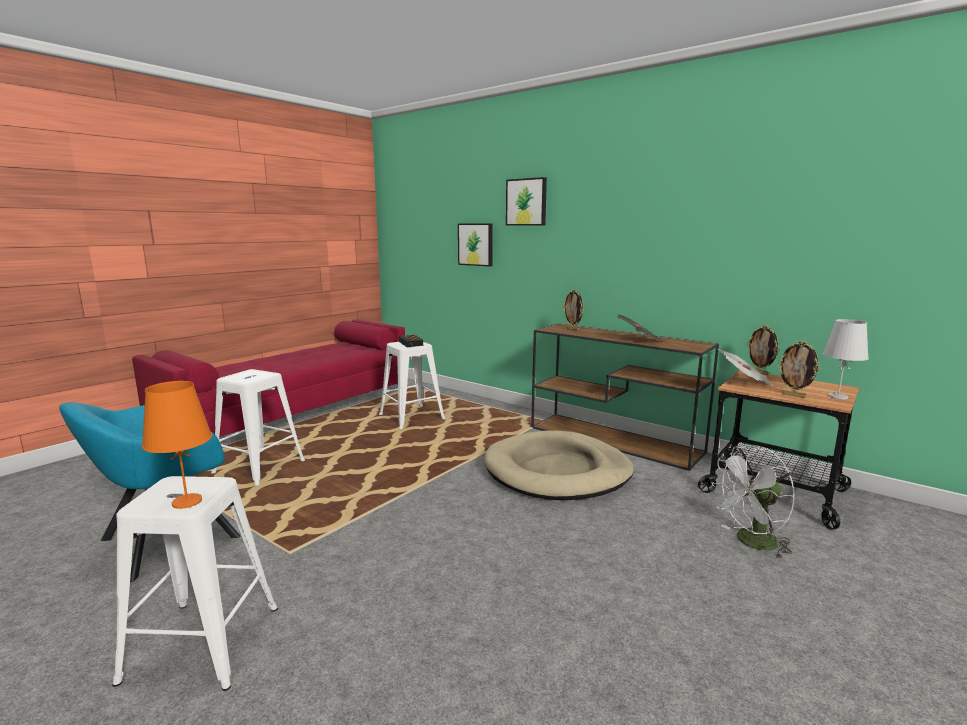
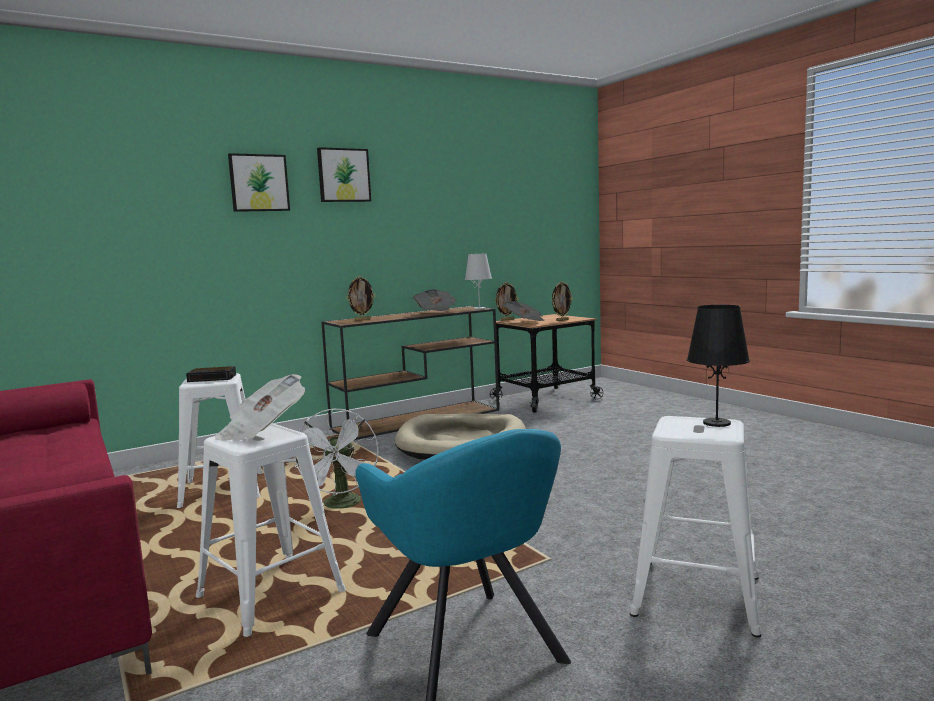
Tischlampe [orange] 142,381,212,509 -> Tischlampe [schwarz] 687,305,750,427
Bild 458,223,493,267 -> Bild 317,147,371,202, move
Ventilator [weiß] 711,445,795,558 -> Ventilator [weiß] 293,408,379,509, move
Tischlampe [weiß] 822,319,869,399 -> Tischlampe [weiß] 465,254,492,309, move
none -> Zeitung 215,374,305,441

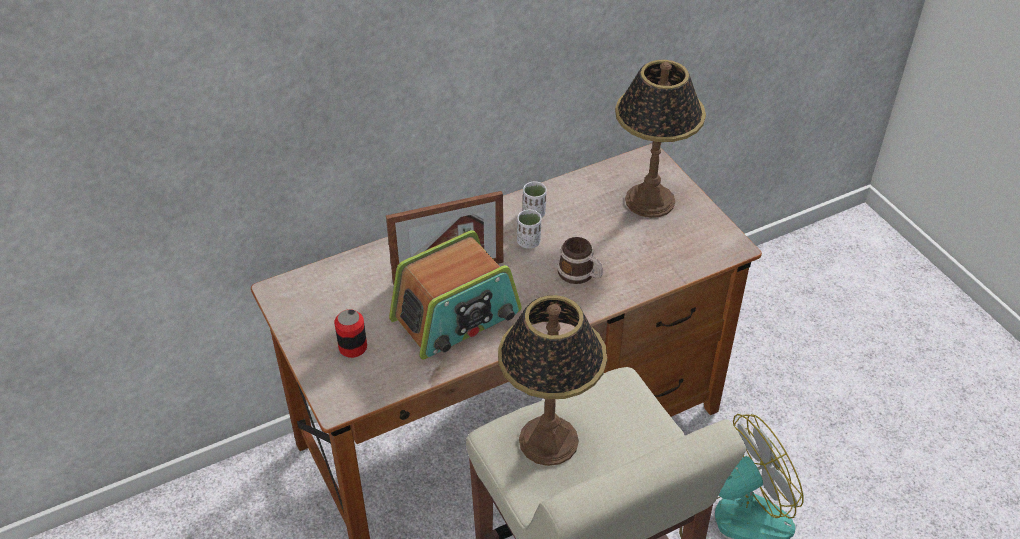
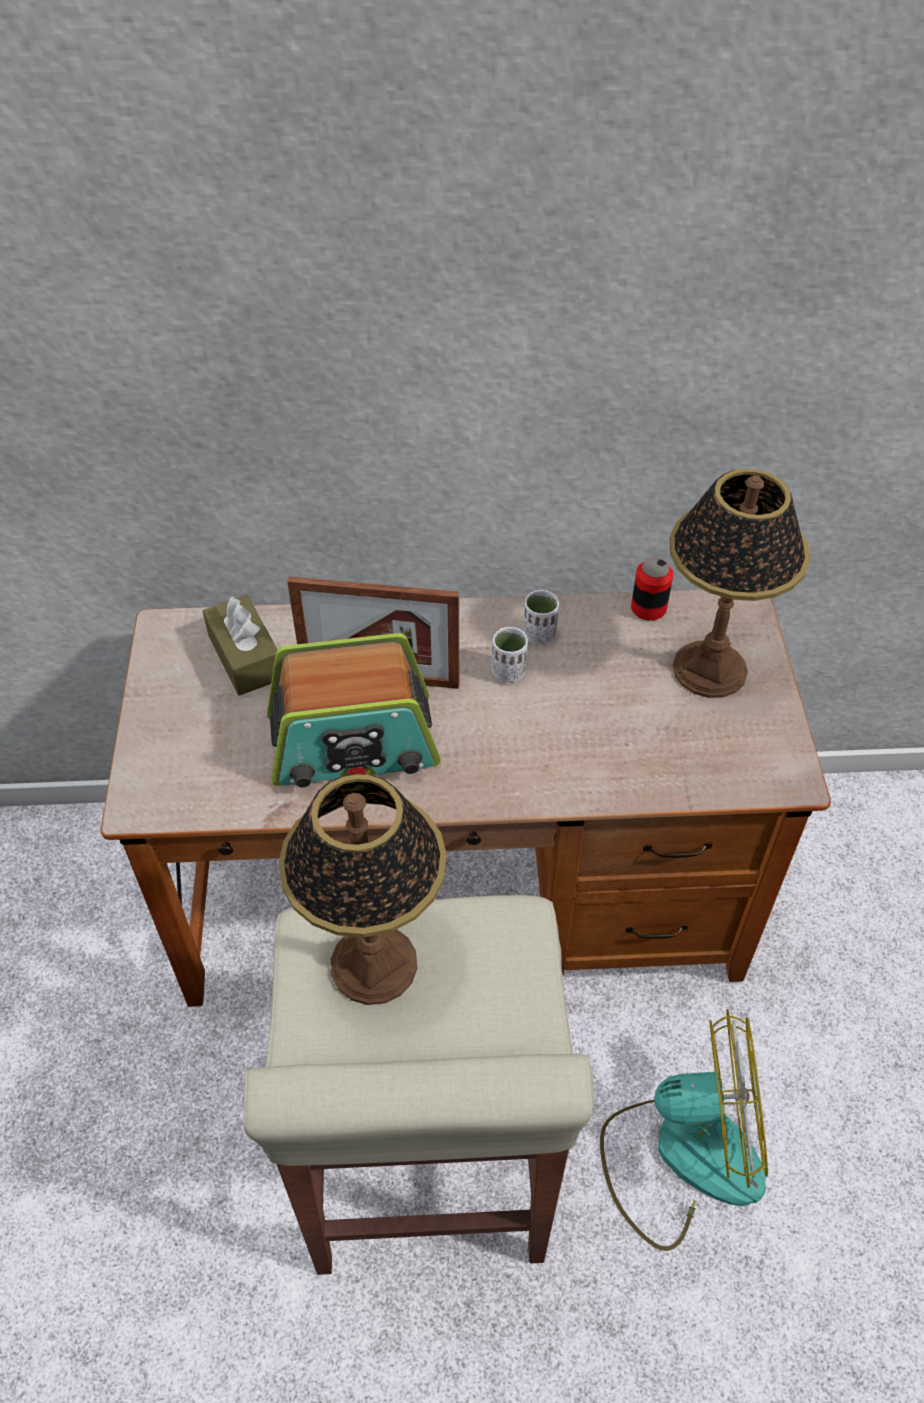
Dose 334,309,367,358 -> Dose 631,558,673,621, move
Henkelbecher 557,237,603,284 -> none
none -> Taschentuchbox [braun] 203,595,278,696

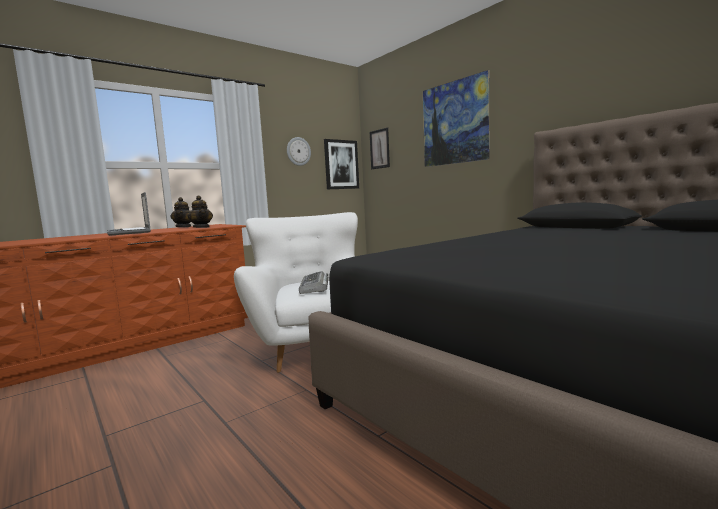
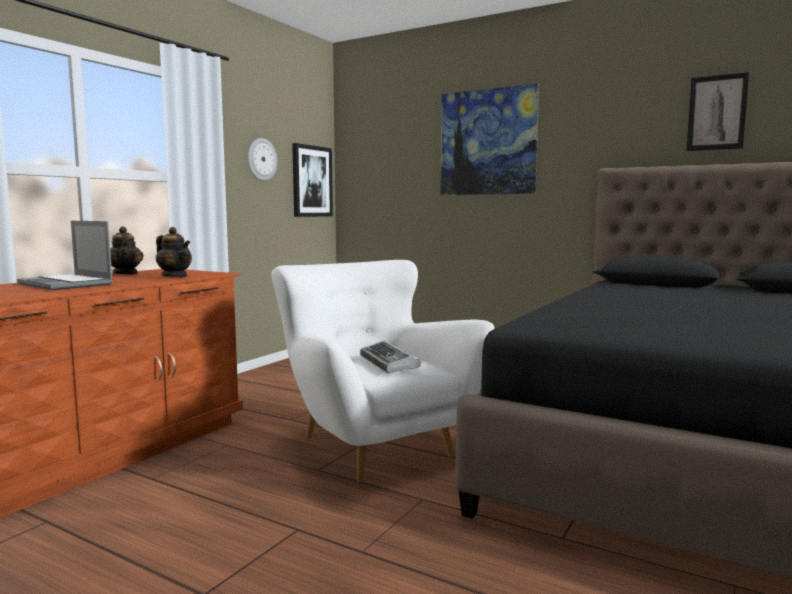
Bild 370,128,390,169 -> Bild 687,72,749,151, move

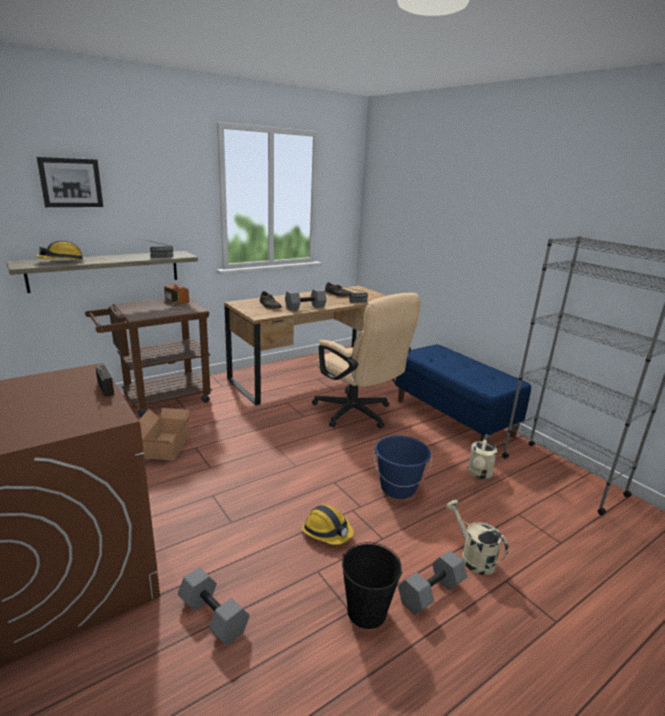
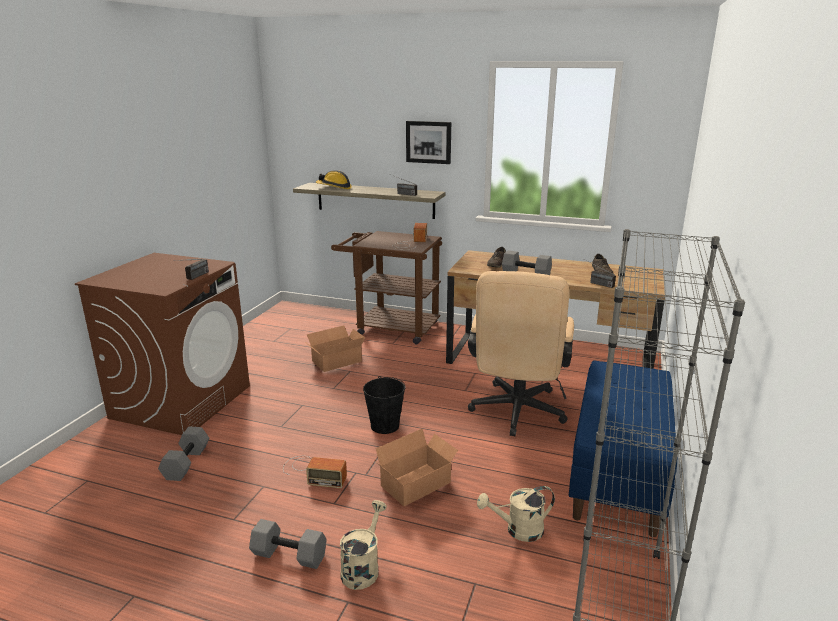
Bild 37,157,103,207 -> Bild 406,121,451,164, move
Schutzhelm 302,505,354,545 -> Radio 283,456,347,488
Eimer [schwarz] 342,542,402,629 -> Eimer [schwarz] 363,376,406,434, move
Eimer [blau] 374,435,432,499 -> Karton 374,429,458,506

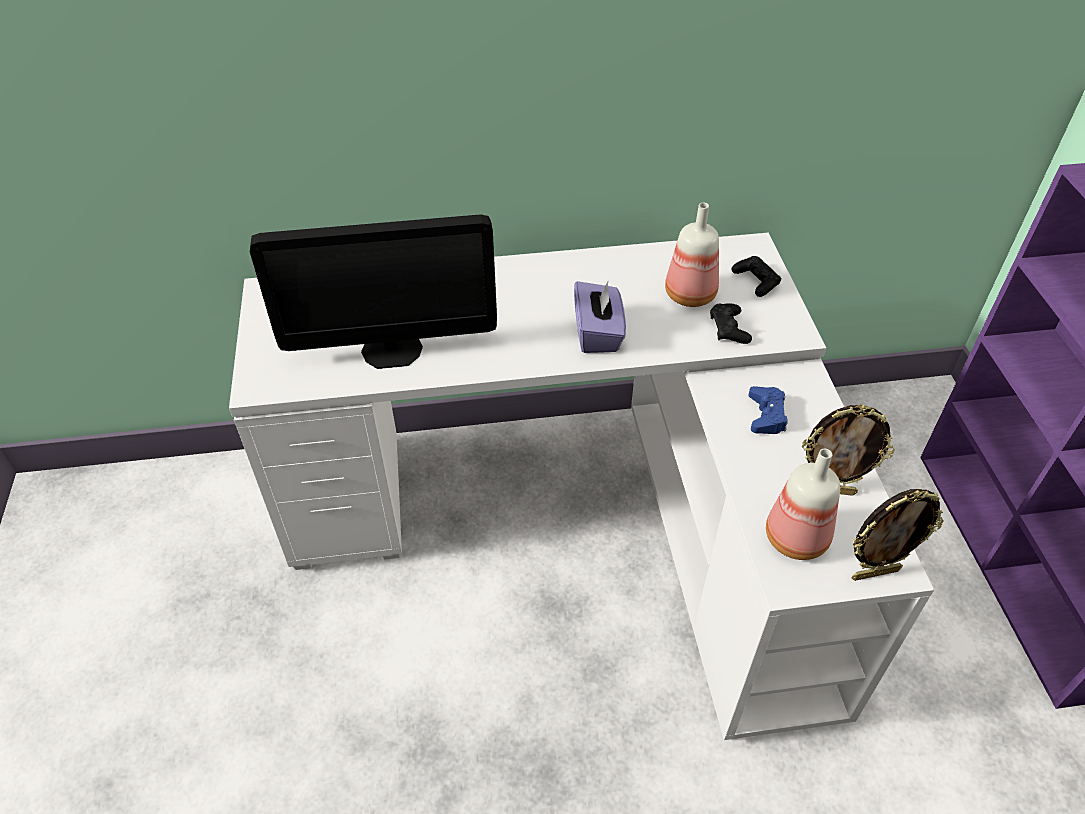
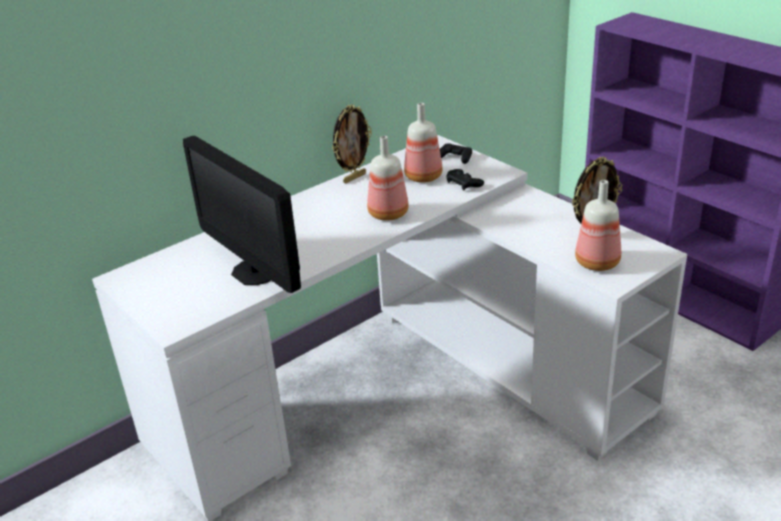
Monitor 250,214,497,369 -> Monitor 183,136,301,293, 90 degrees clockwise
Taschentuchbox [lila] 574,280,626,353 -> Flasche 367,136,409,221
Gamepad [blau] 749,386,788,434 -> none
Bilderrahmen 851,489,944,581 -> Bilderrahmen 332,104,372,184, move

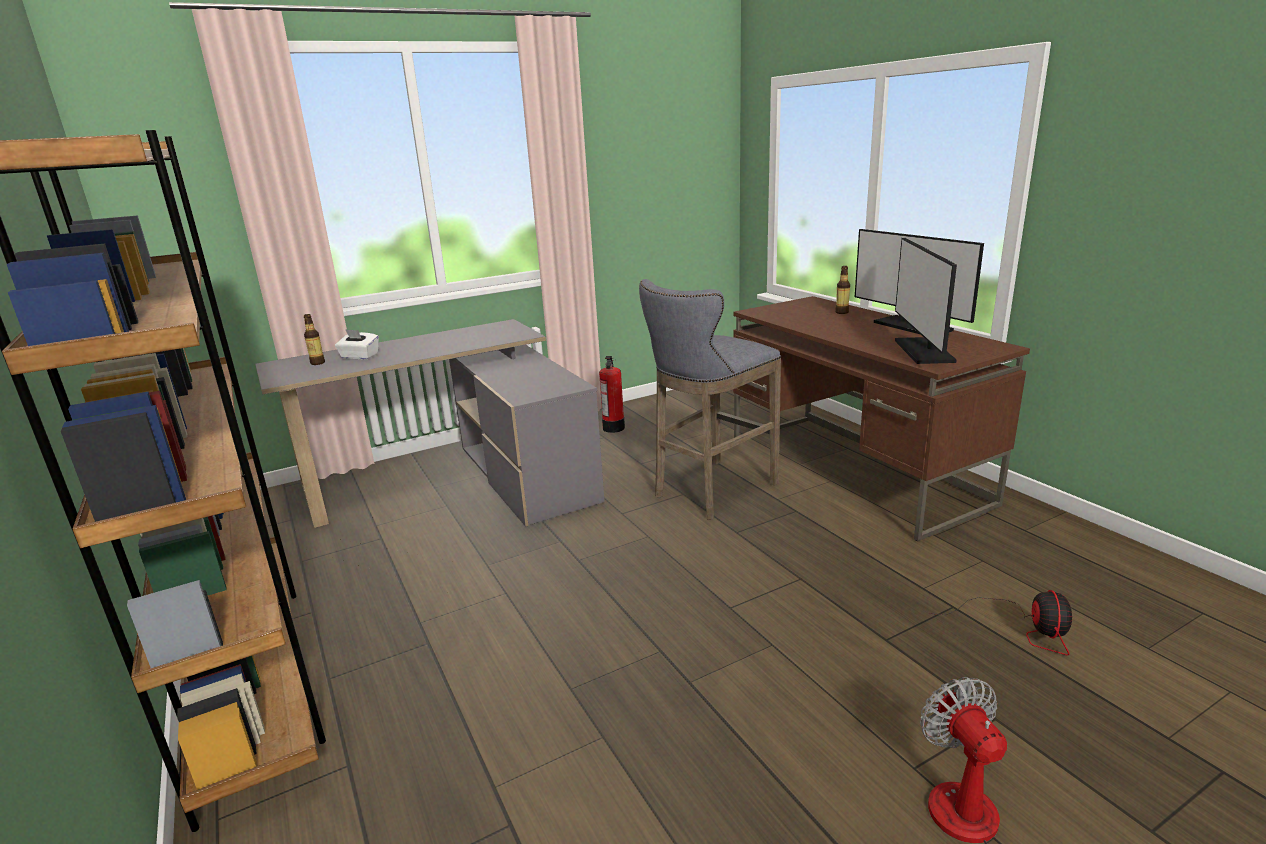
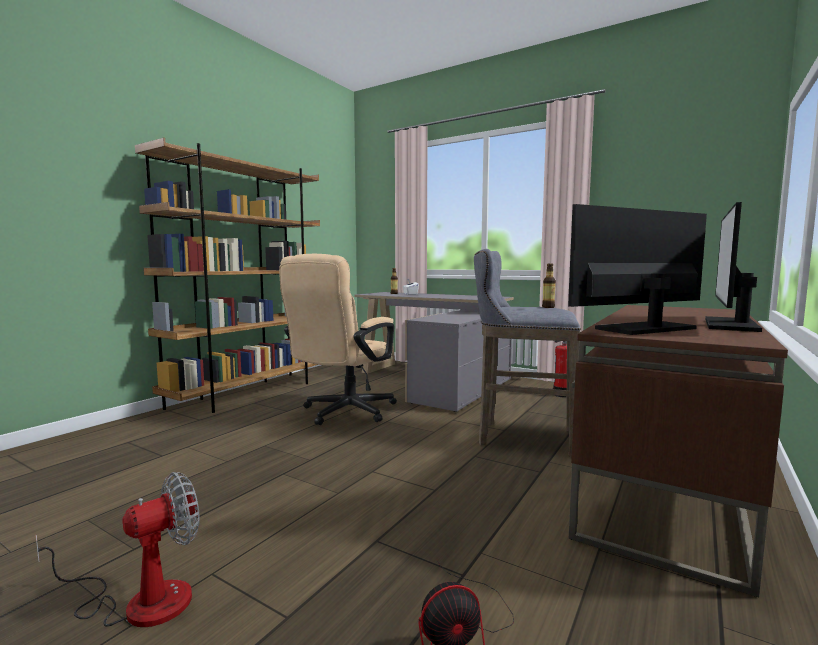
Flasche 835,266,850,314 -> Flasche 542,264,556,308, move
none -> Bürostuhl [beige] 279,254,397,425

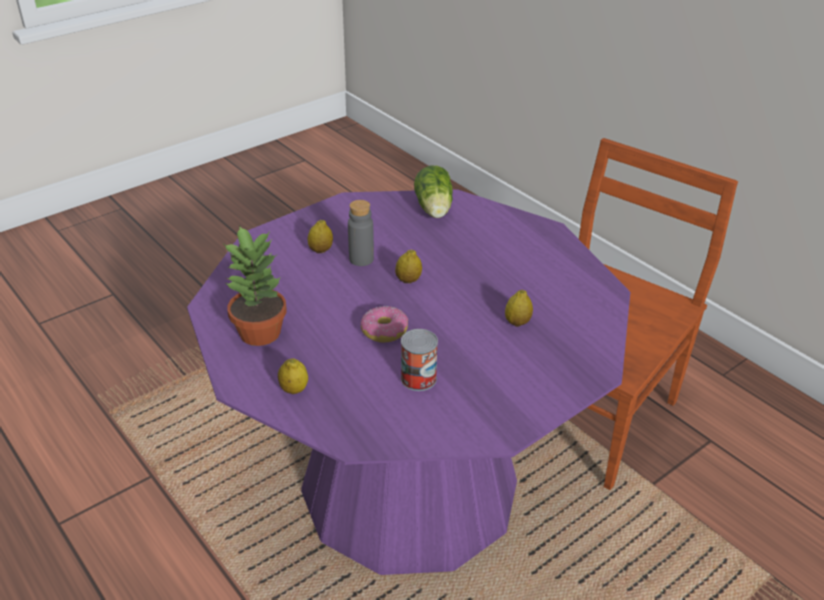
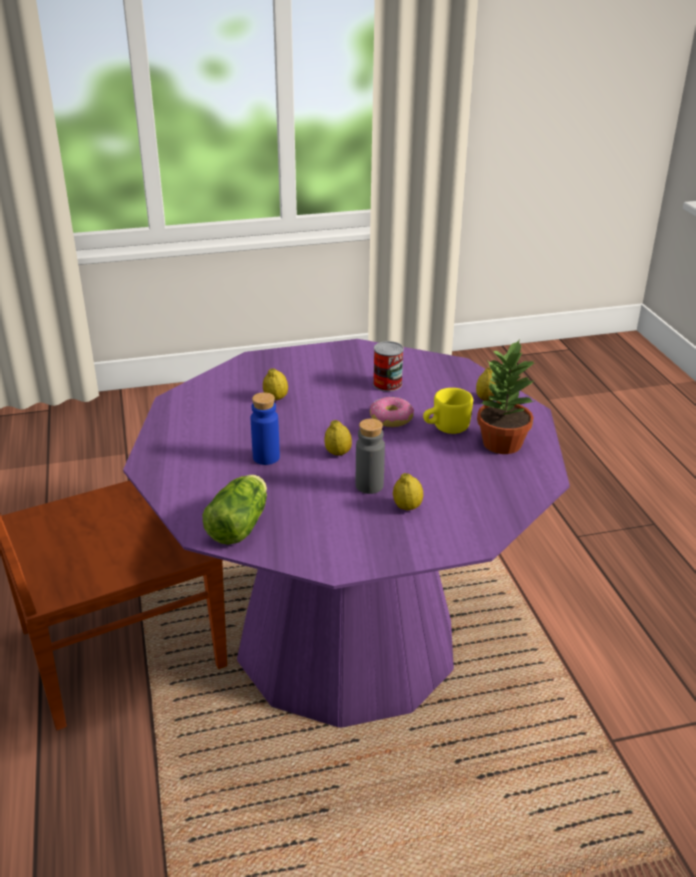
none -> Flasche [blau] 251,392,280,465
none -> Henkelbecher [gelb] 423,388,473,434

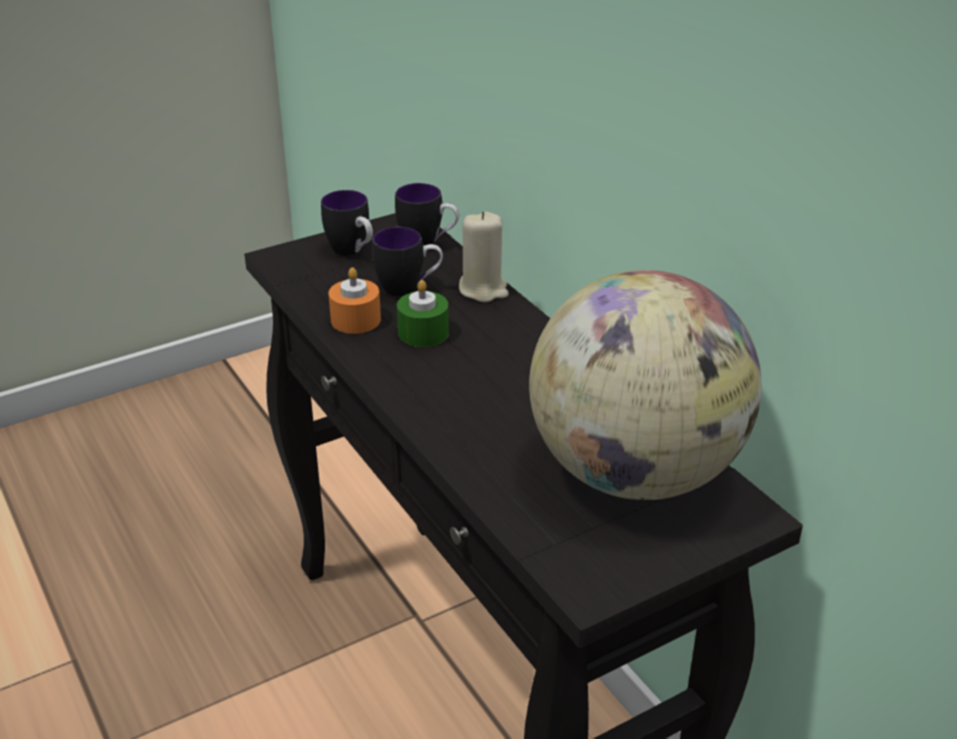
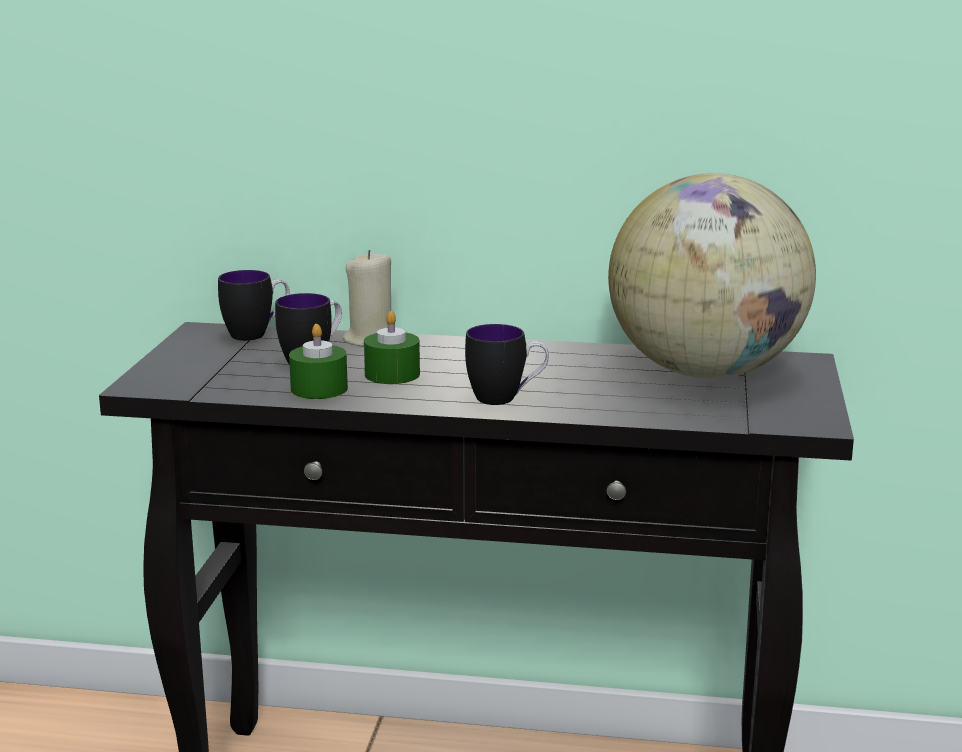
Henkelbecher 321,190,373,256 -> Henkelbecher 465,324,549,405, move
Kerze [orange] 329,267,381,334 -> Kerze [grün] 289,324,348,399

